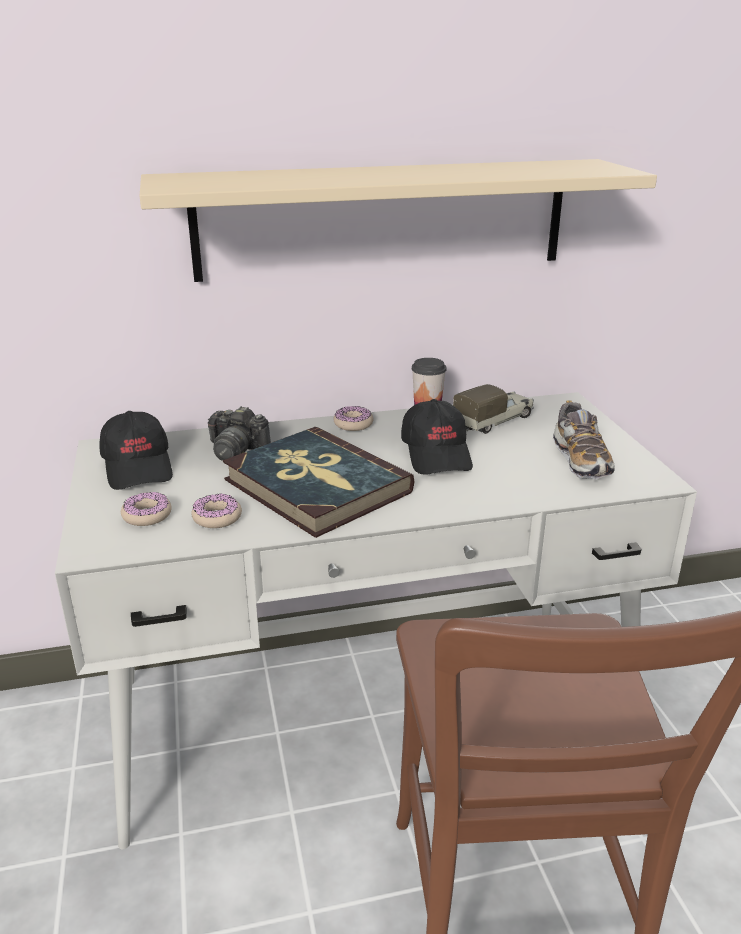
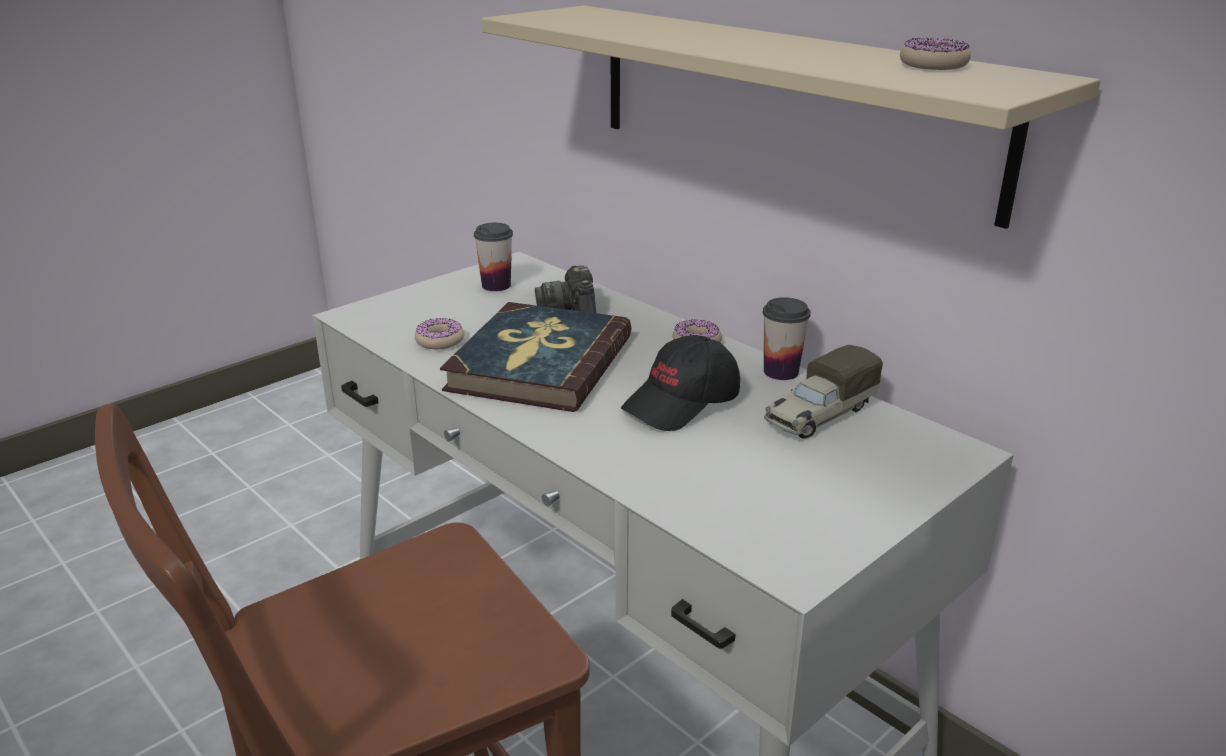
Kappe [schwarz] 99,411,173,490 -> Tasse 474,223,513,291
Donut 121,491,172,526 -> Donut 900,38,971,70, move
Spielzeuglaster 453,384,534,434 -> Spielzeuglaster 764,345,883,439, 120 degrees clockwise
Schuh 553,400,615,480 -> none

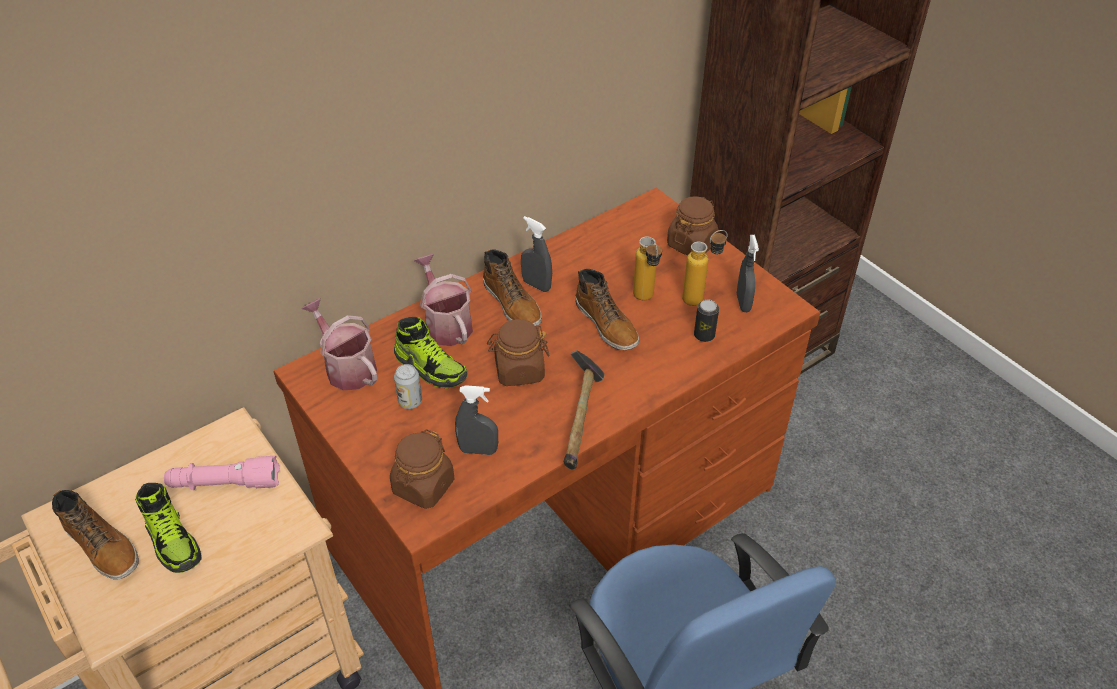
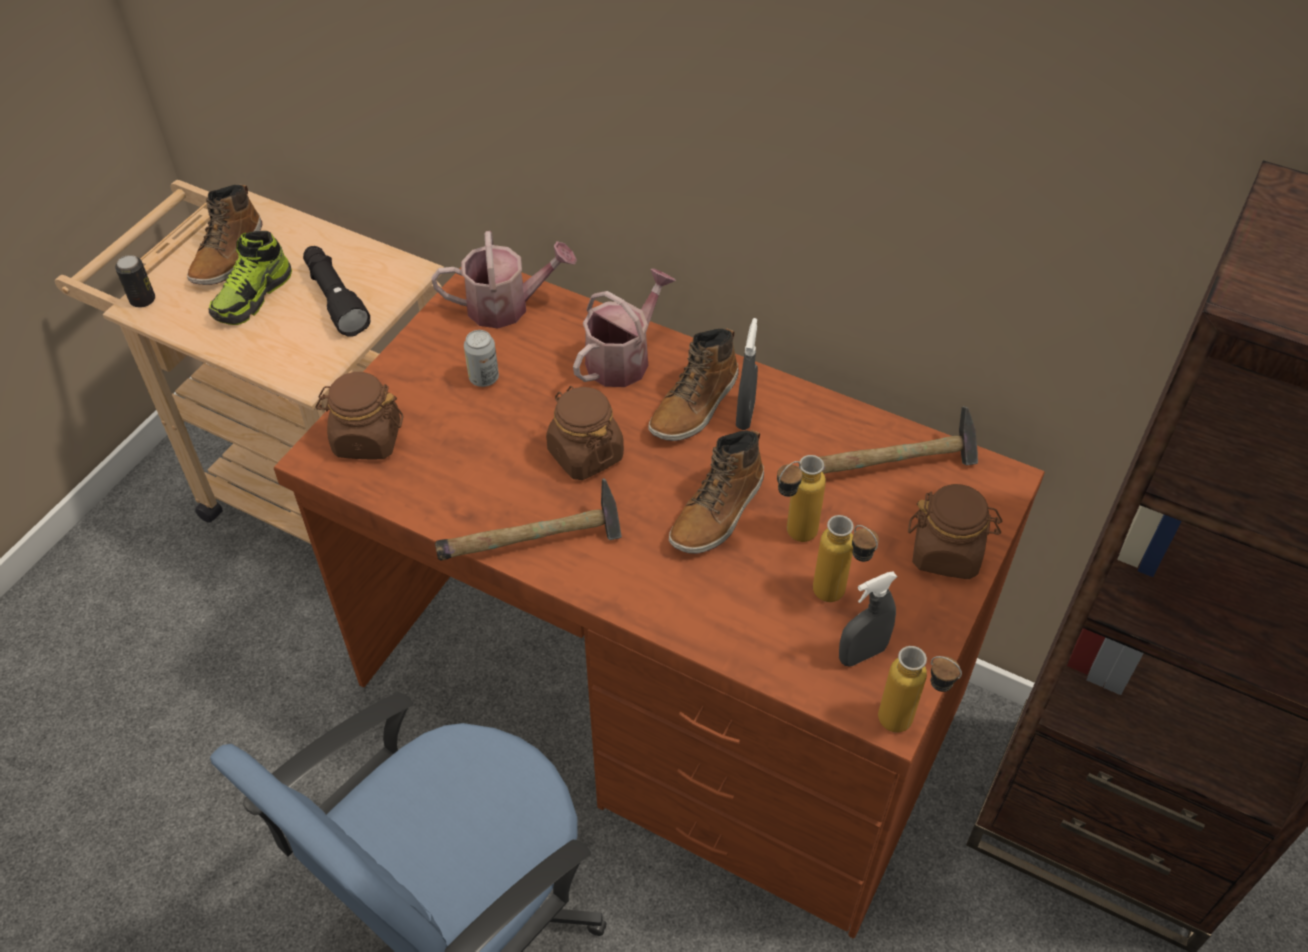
Taschenlampe [rosa] 164,456,280,490 -> Taschenlampe [schwarz] 303,246,370,337
Gießkanne 301,298,377,390 -> Gießkanne 432,231,577,329, 60 degrees clockwise
Schuh 394,317,467,388 -> none
Sprühflasche [grau] 455,385,498,455 -> none
Dose 694,300,719,342 -> Dose 115,255,155,308, move
none -> Hammer 819,406,978,474
none -> Flasche 878,646,962,732

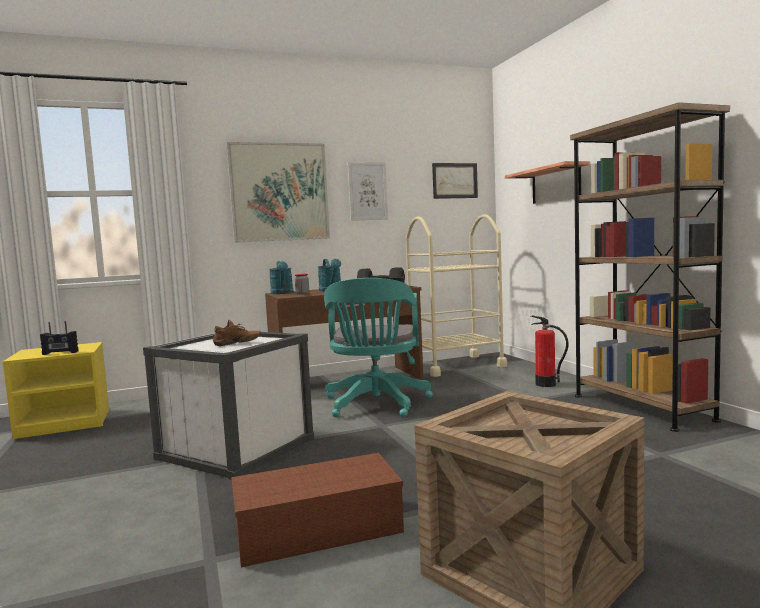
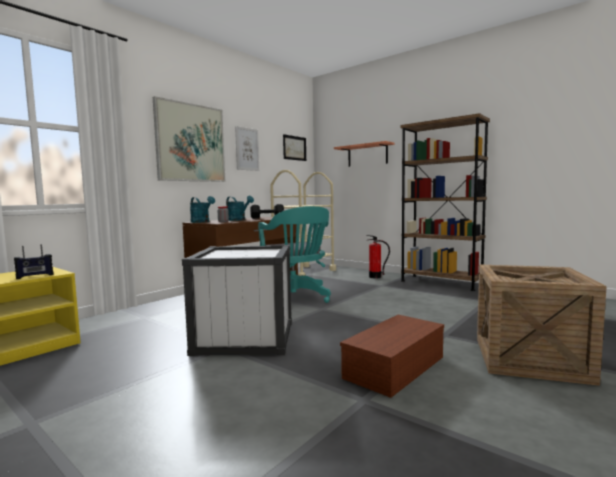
Schuh [braun] 213,320,261,346 -> none

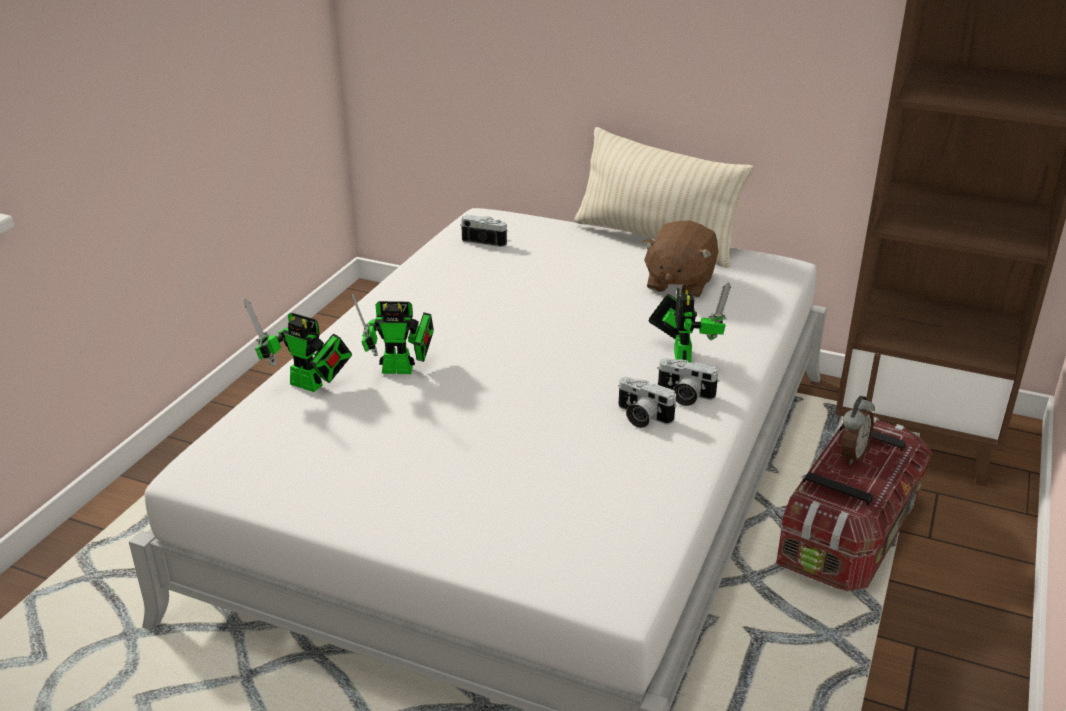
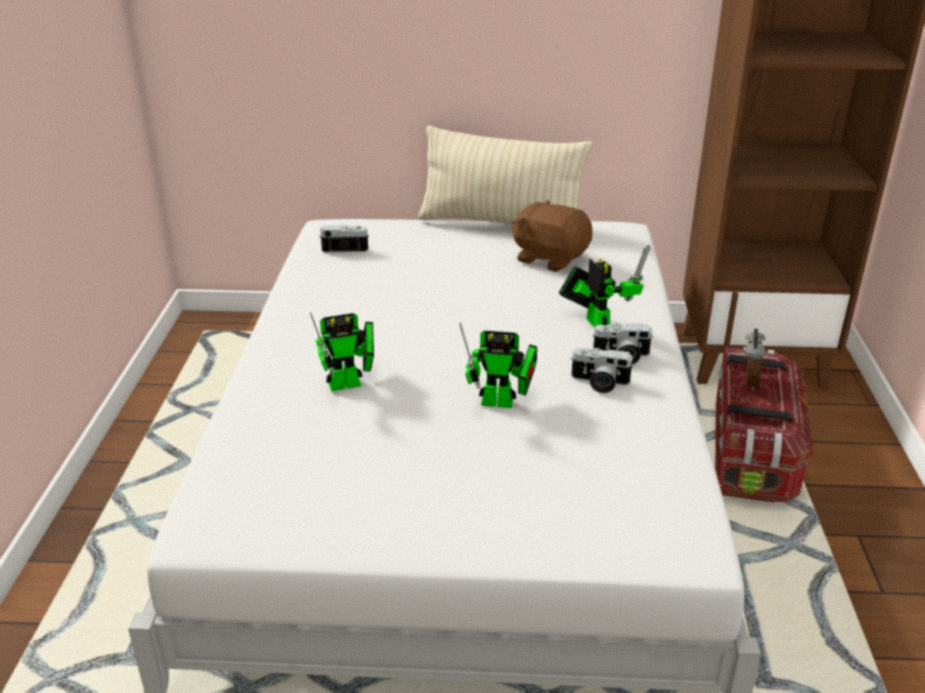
Spielzeugroboter 244,299,352,392 -> Spielzeugroboter 459,323,537,408, move
Plüschtier [braun] 642,221,719,298 -> Plüschtier [braun] 512,199,593,272, 120 degrees clockwise

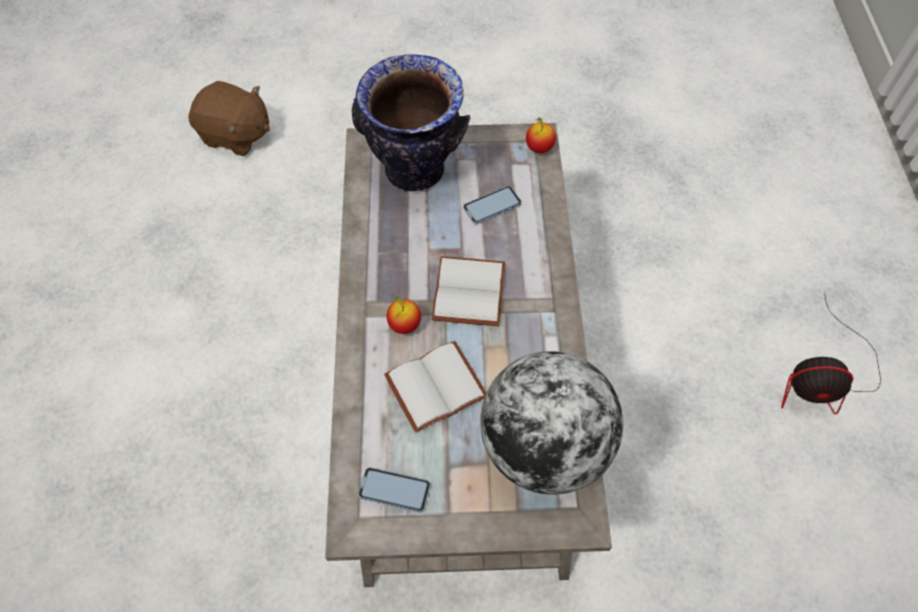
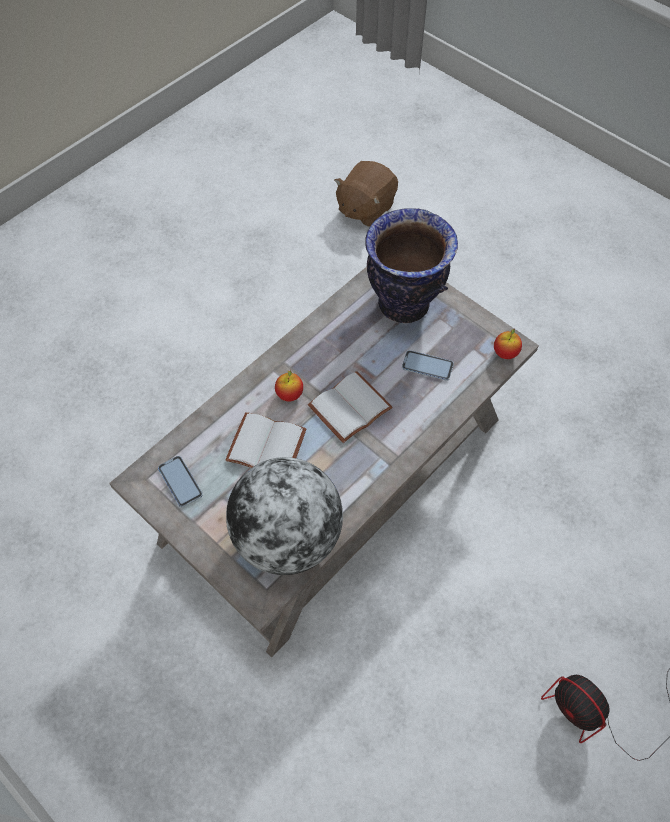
Plüschtier [braun] 188,81,270,156 -> Plüschtier [braun] 334,161,398,227, 60 degrees clockwise

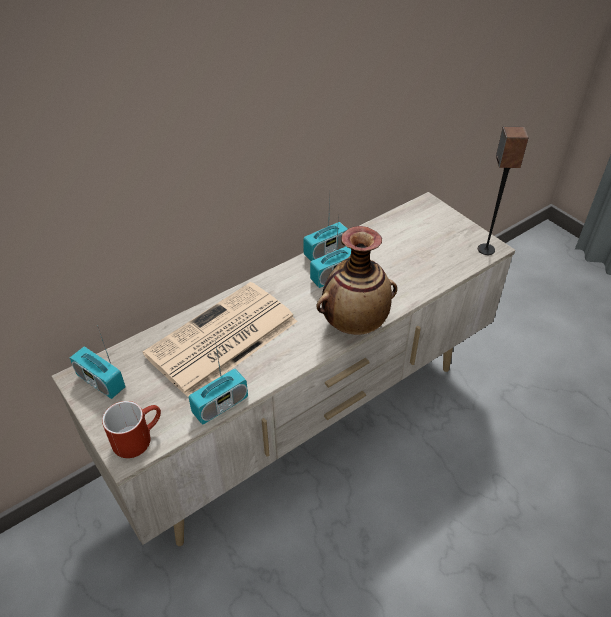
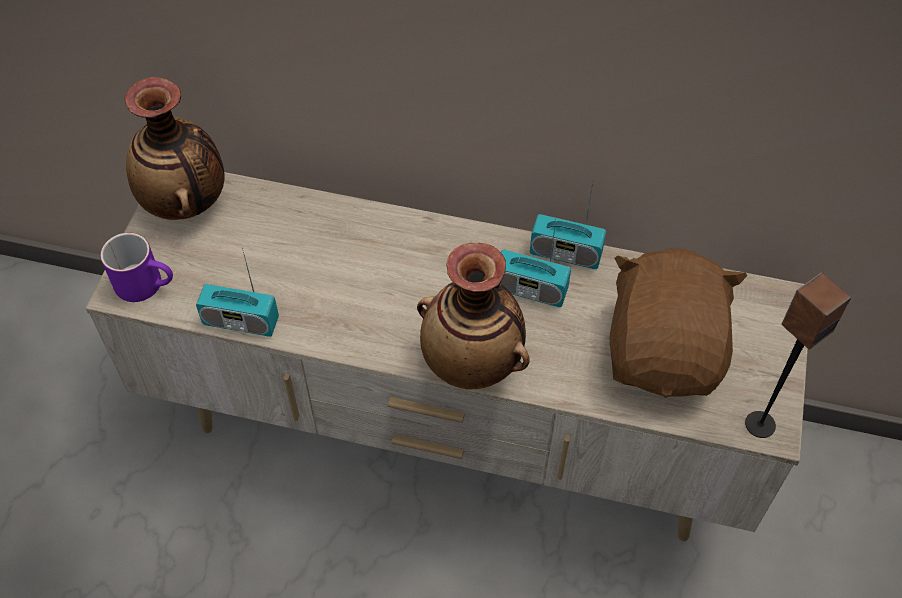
Radio 70,328,126,399 -> Vase 125,77,225,220
Henkelbecher [rot] 102,401,161,458 -> Henkelbecher [lila] 100,233,173,302
Zeitung 143,282,298,397 -> none
none -> Plüschtier [braun] 610,248,747,398

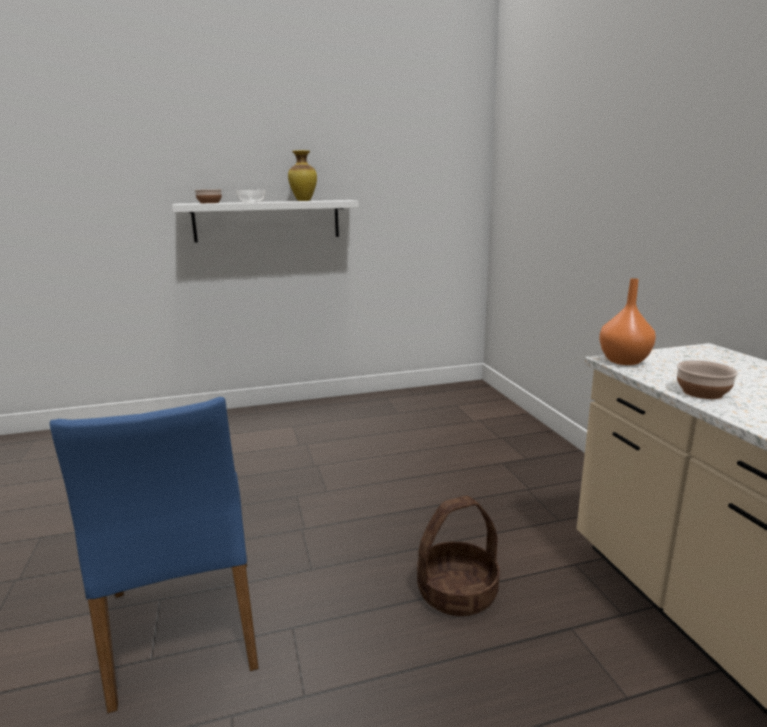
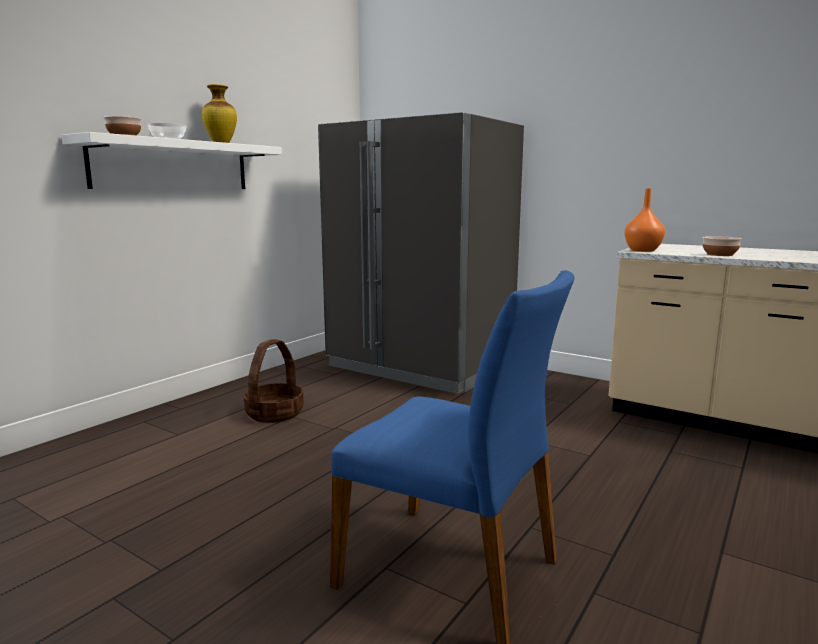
Korb 417,496,500,616 -> Korb 243,339,304,423, move
none -> Kühlschrank [grau] 318,112,524,394

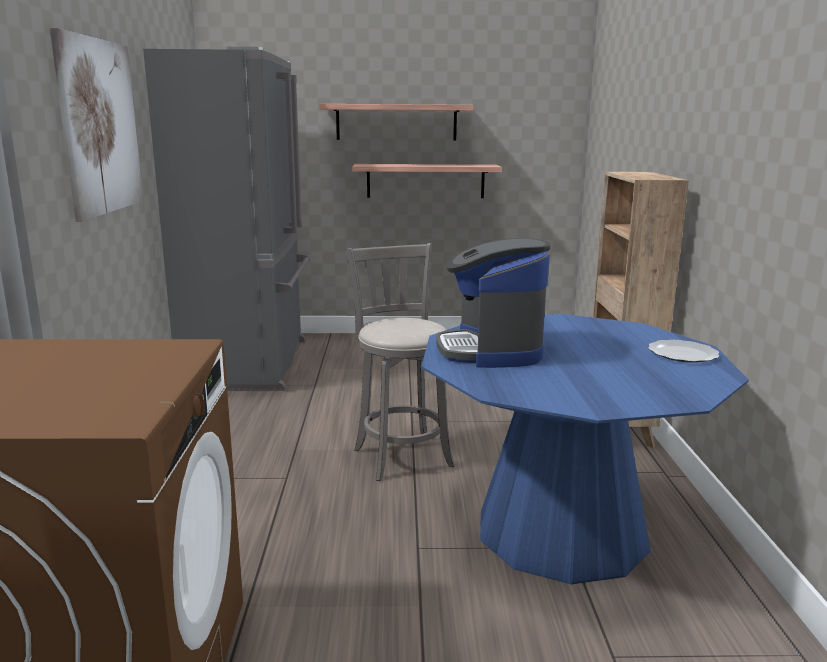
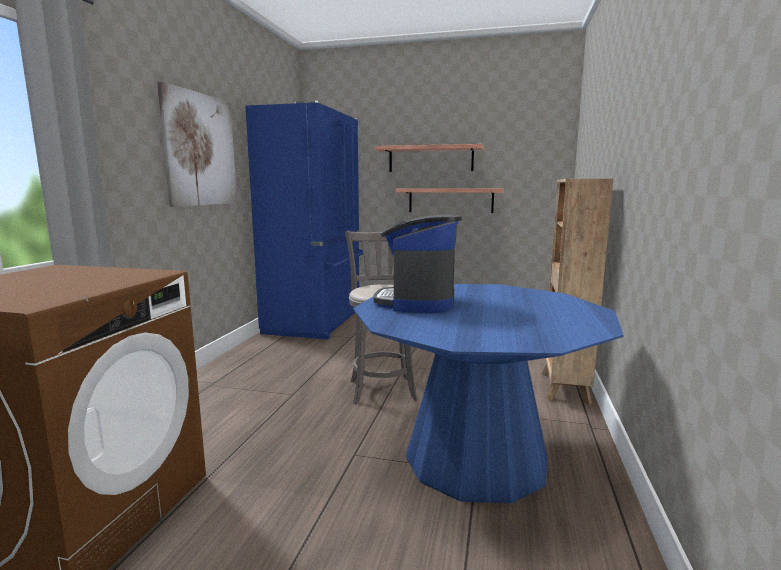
Kühlschrank [grau] 143,47,310,391 -> Kühlschrank [blau] 245,101,363,339
Teller 648,340,719,363 -> none

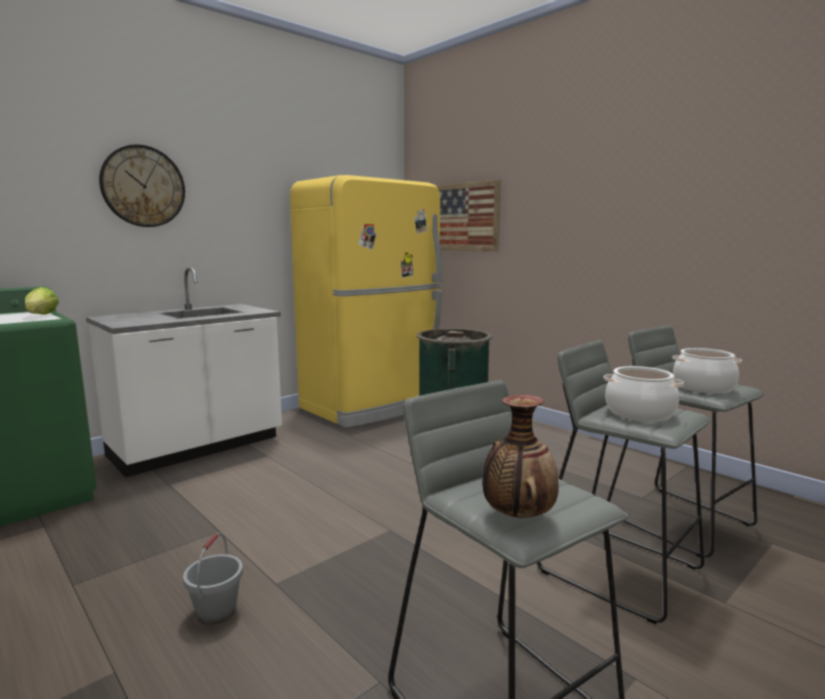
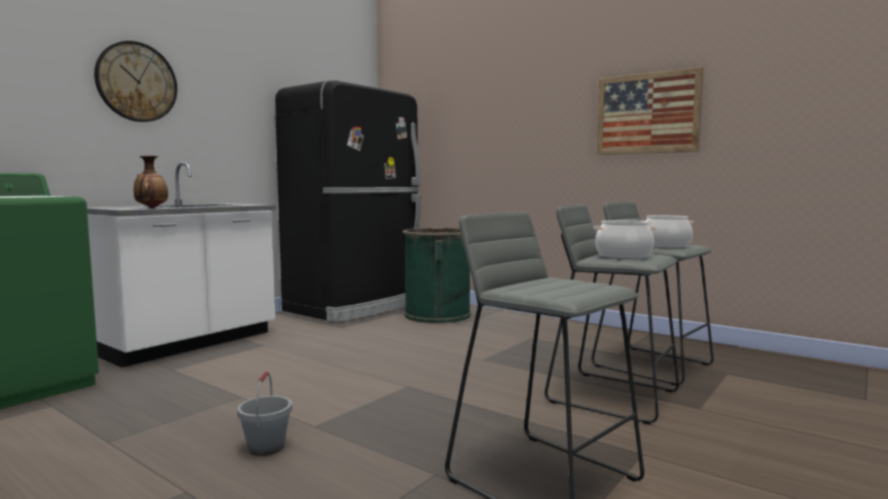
Salatkopf 25,287,59,315 -> none
Kühlschrank [gelb] 290,175,442,428 -> Kühlschrank [schwarz] 275,80,421,322
Bild 436,180,501,252 -> Bild 597,67,703,155, move
Vase 482,395,559,518 -> Vase 134,156,168,208, move

